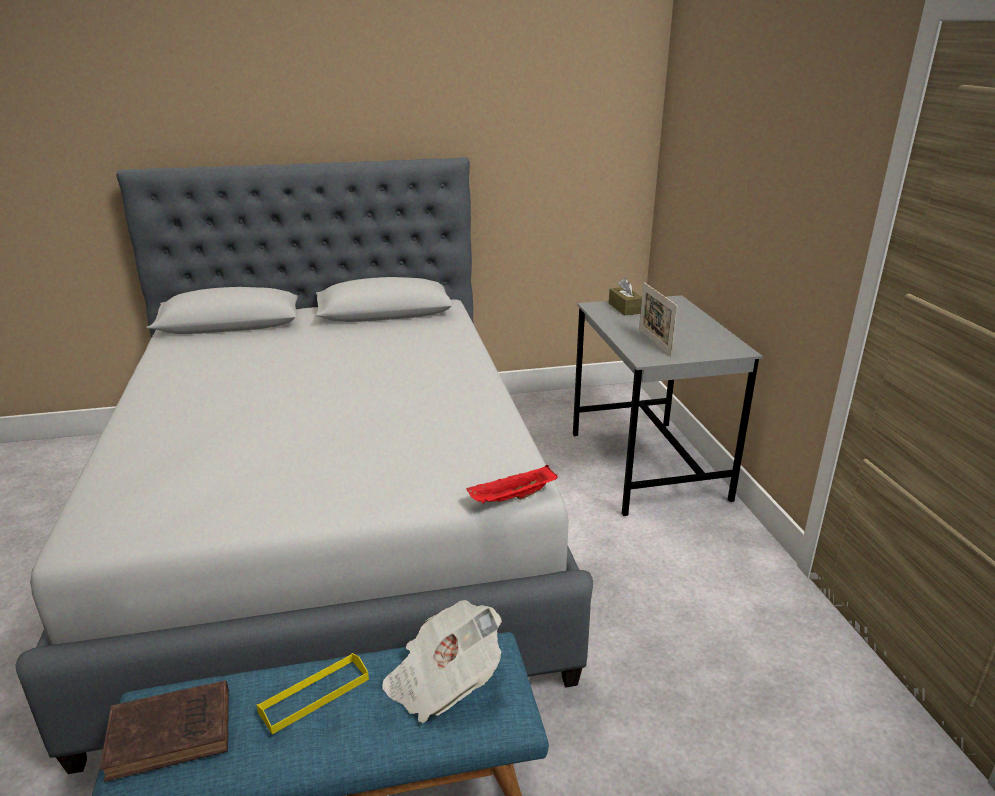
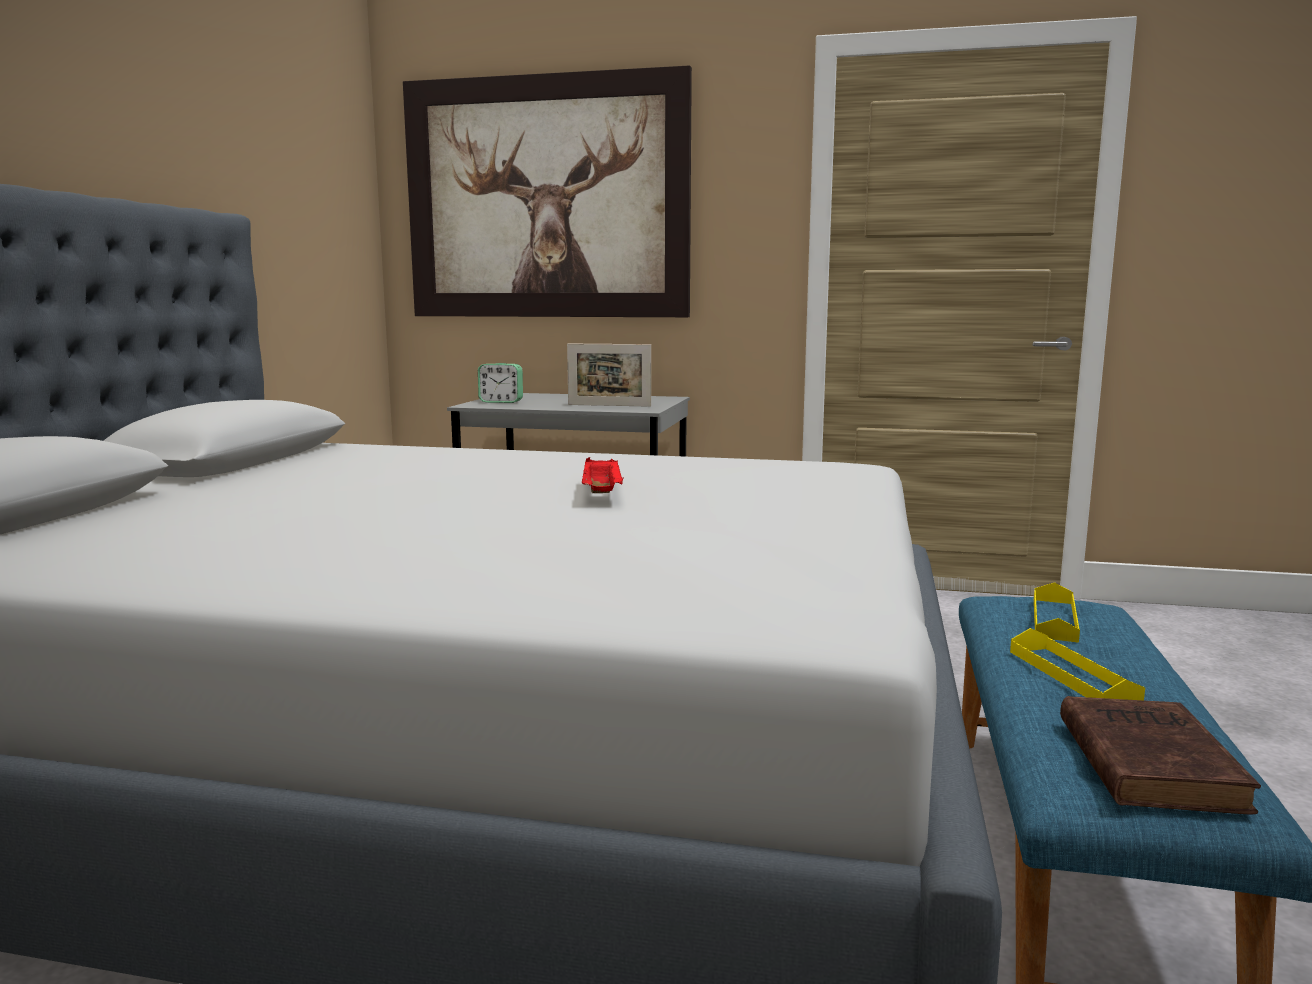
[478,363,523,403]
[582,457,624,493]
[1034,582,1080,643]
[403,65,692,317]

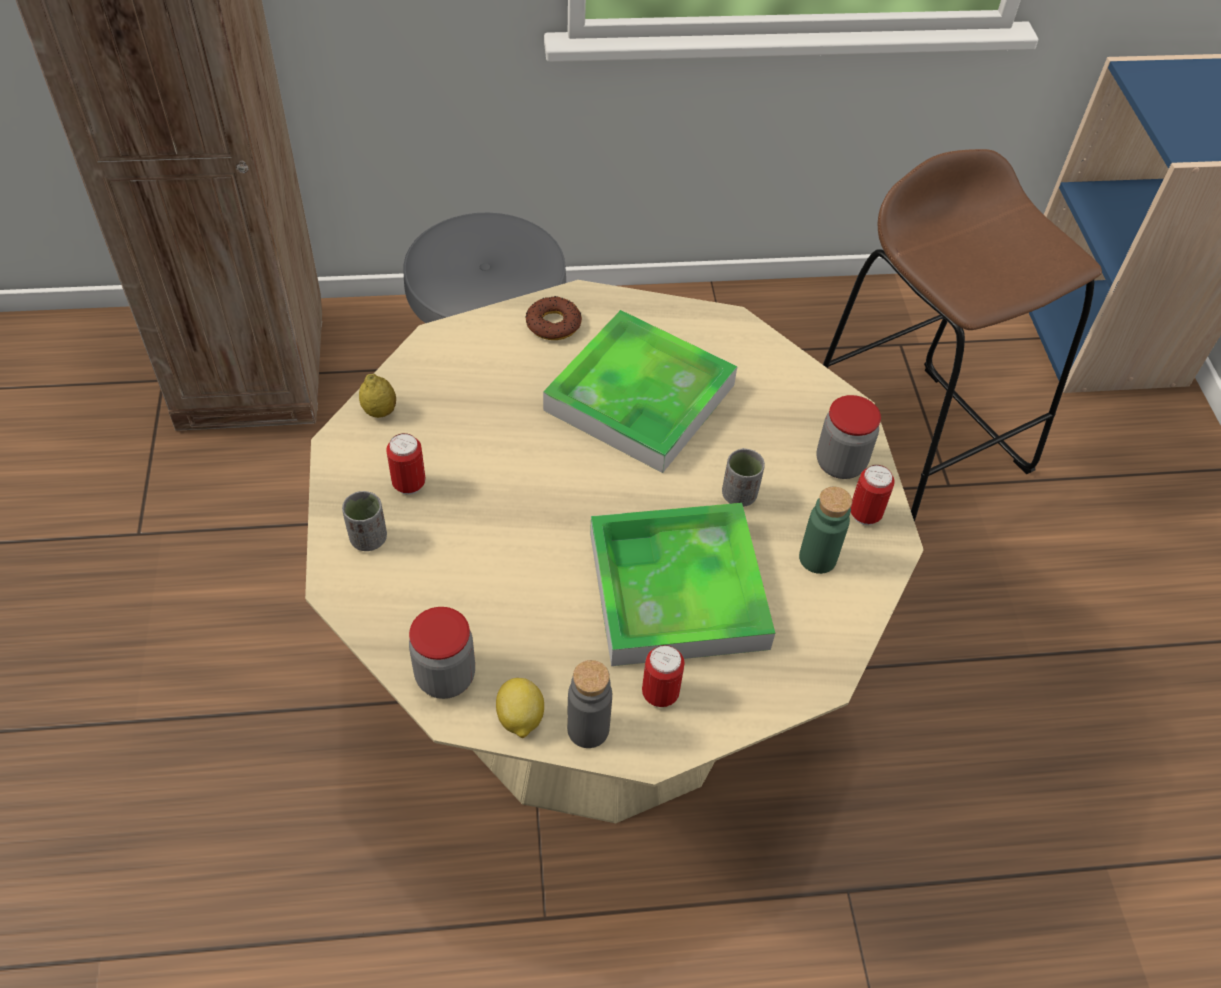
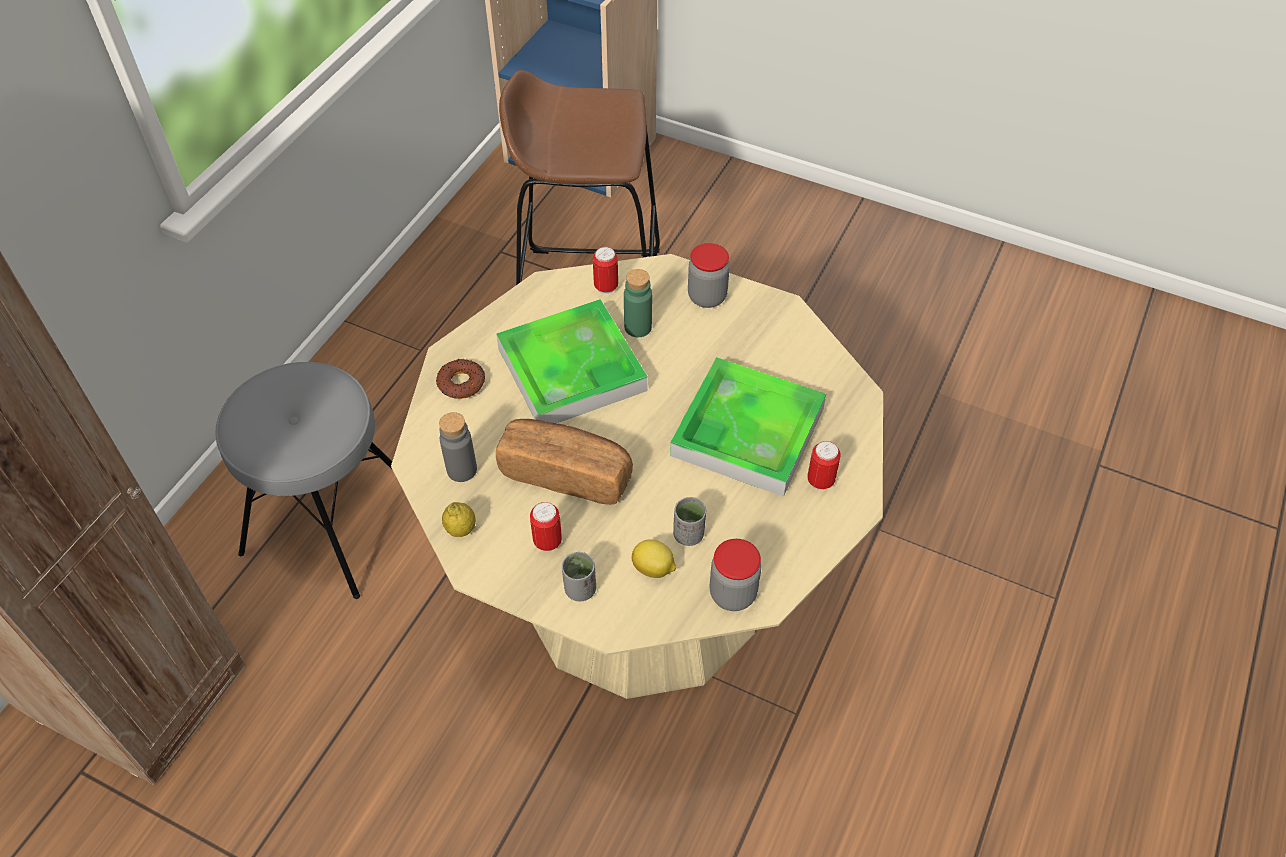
[673,497,706,546]
[593,247,618,294]
[624,269,652,337]
[439,412,477,482]
[632,539,676,578]
[496,419,633,505]

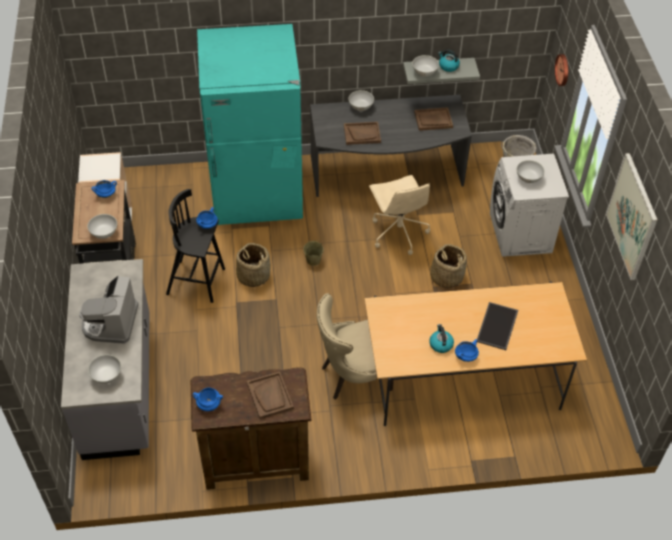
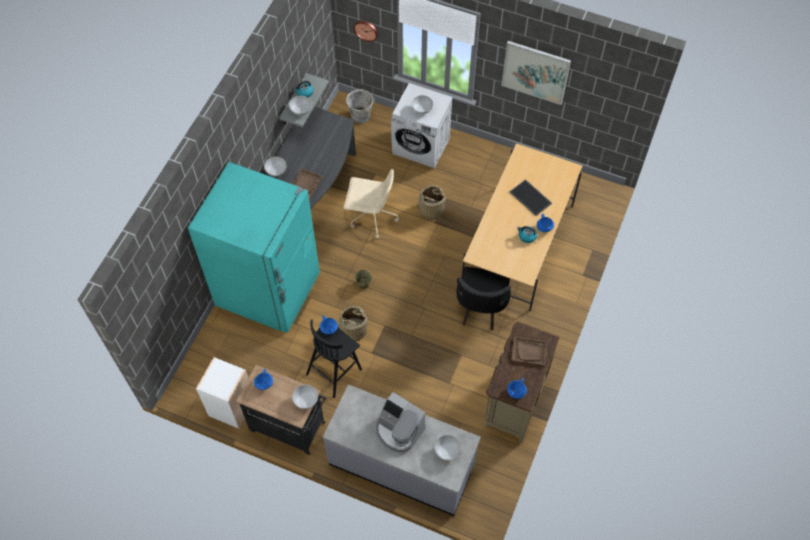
[414,107,453,131] (first image)
[457,267,511,330]

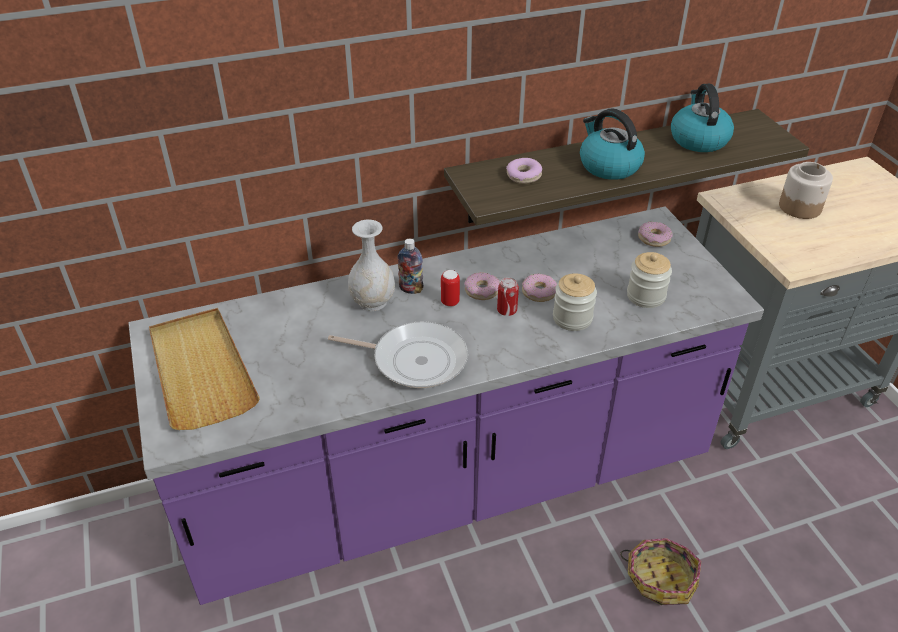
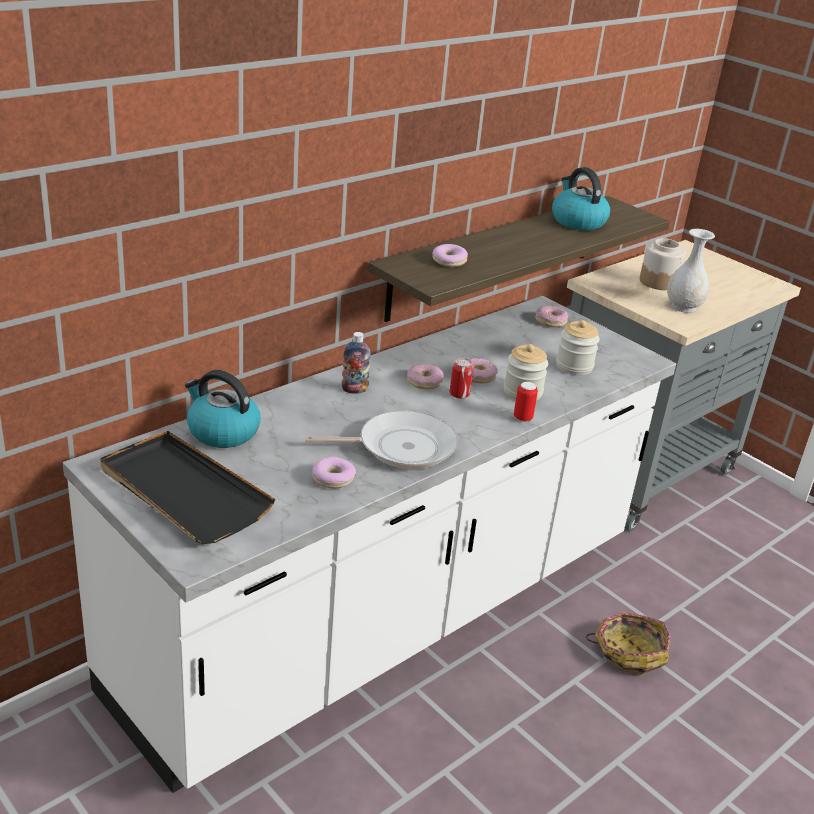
[185,370,260,448]
[63,296,676,793]
[667,229,715,313]
[514,382,538,422]
[100,431,275,544]
[313,457,356,488]

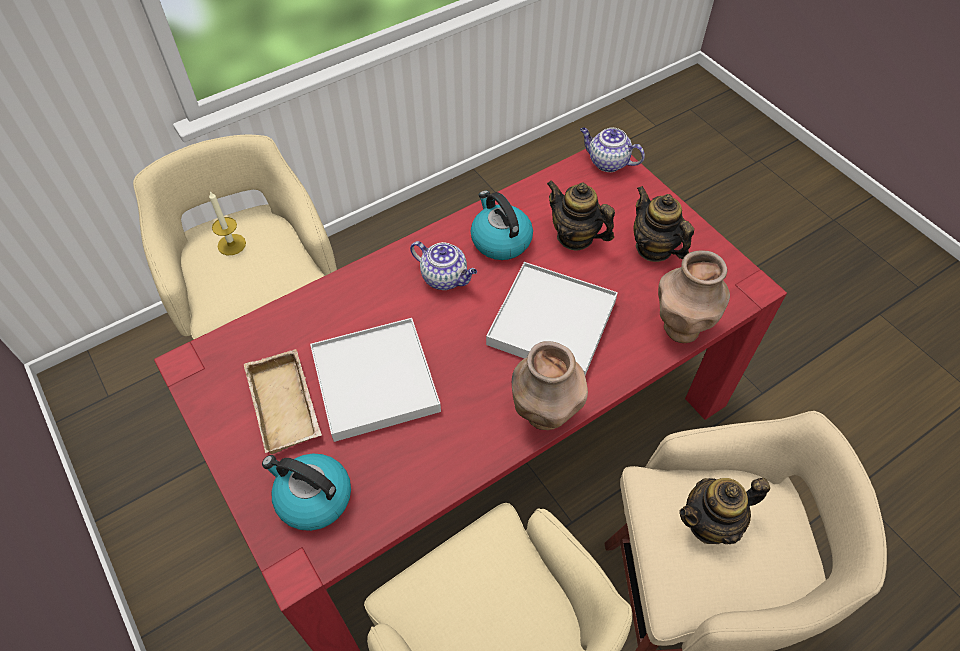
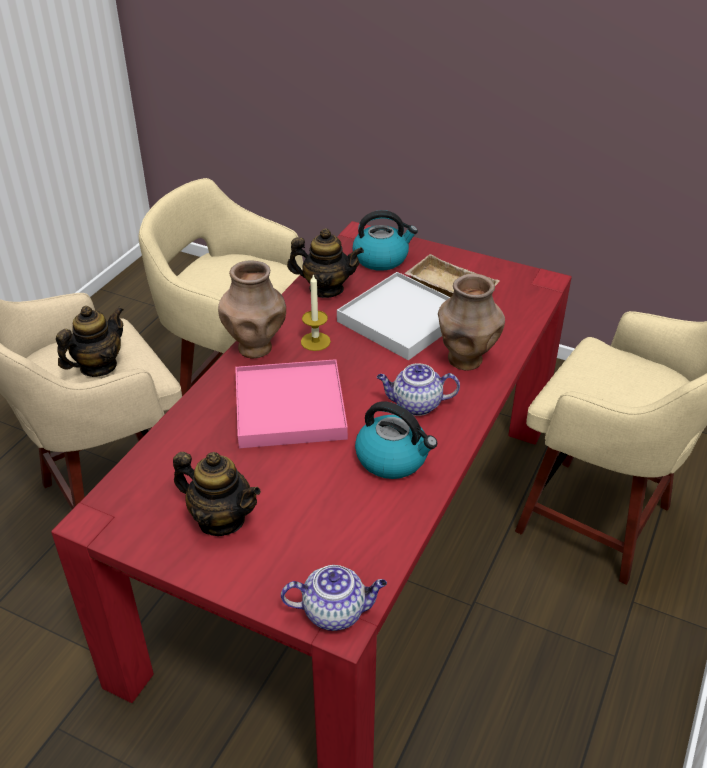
[287,228,364,298]
[301,274,331,351]
[438,274,505,371]
[235,359,348,448]

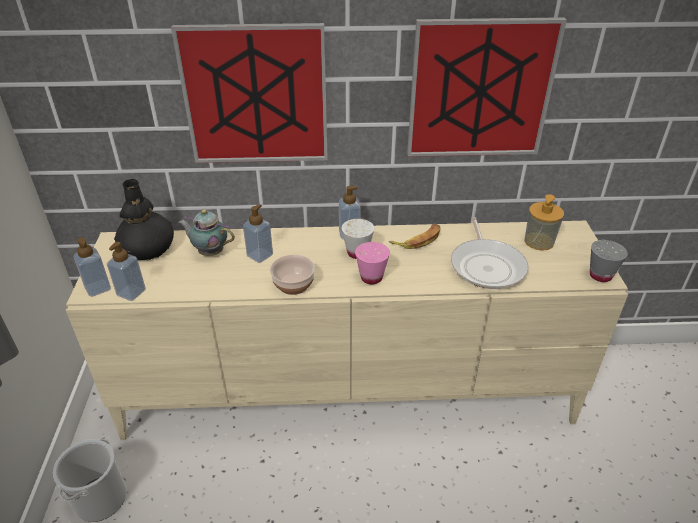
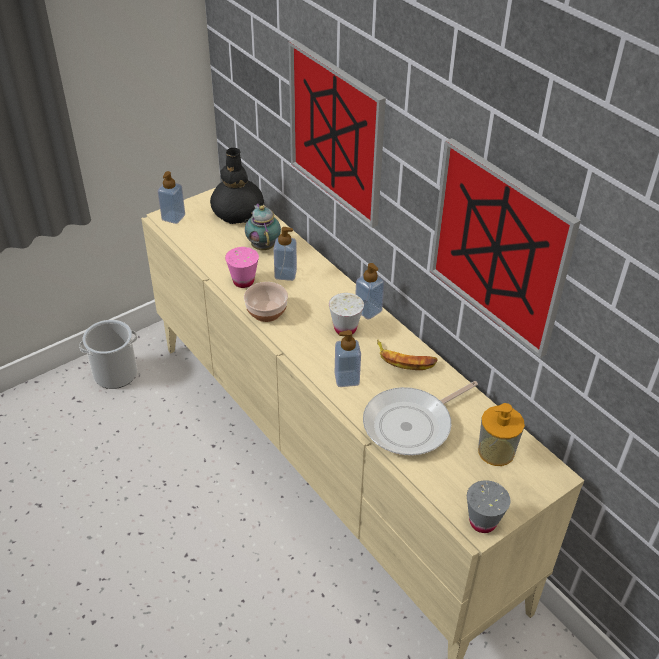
[335,330,361,387]
[225,247,259,288]

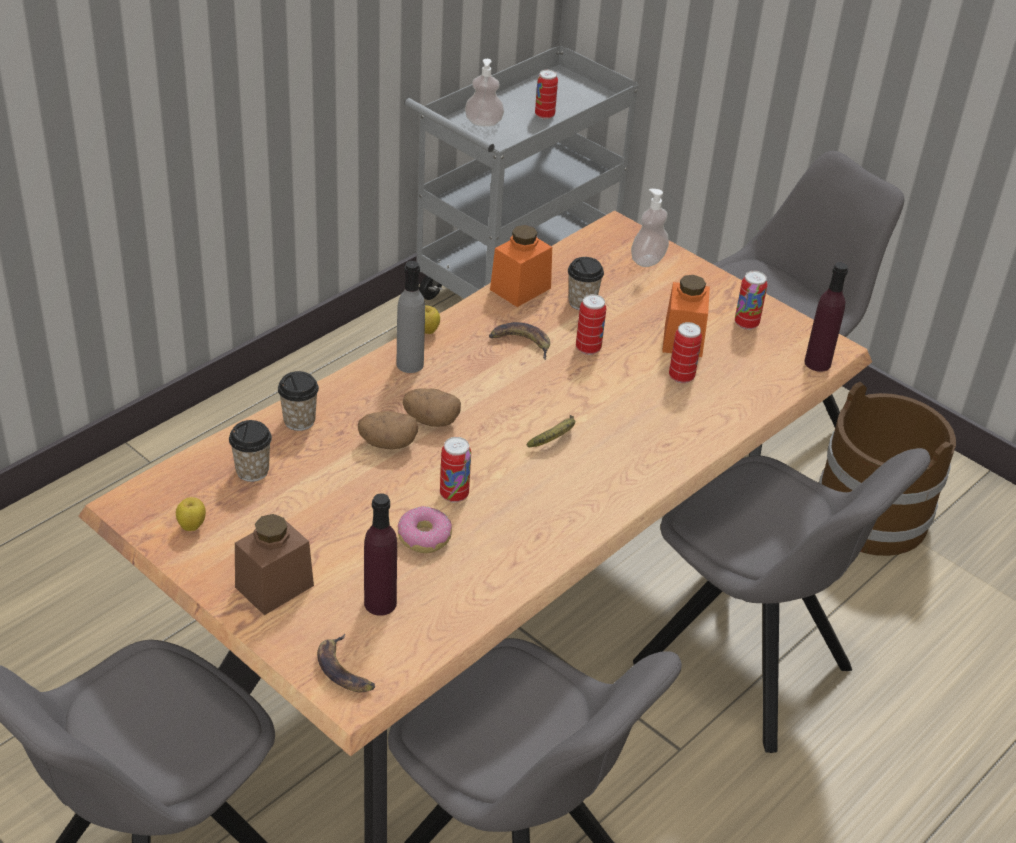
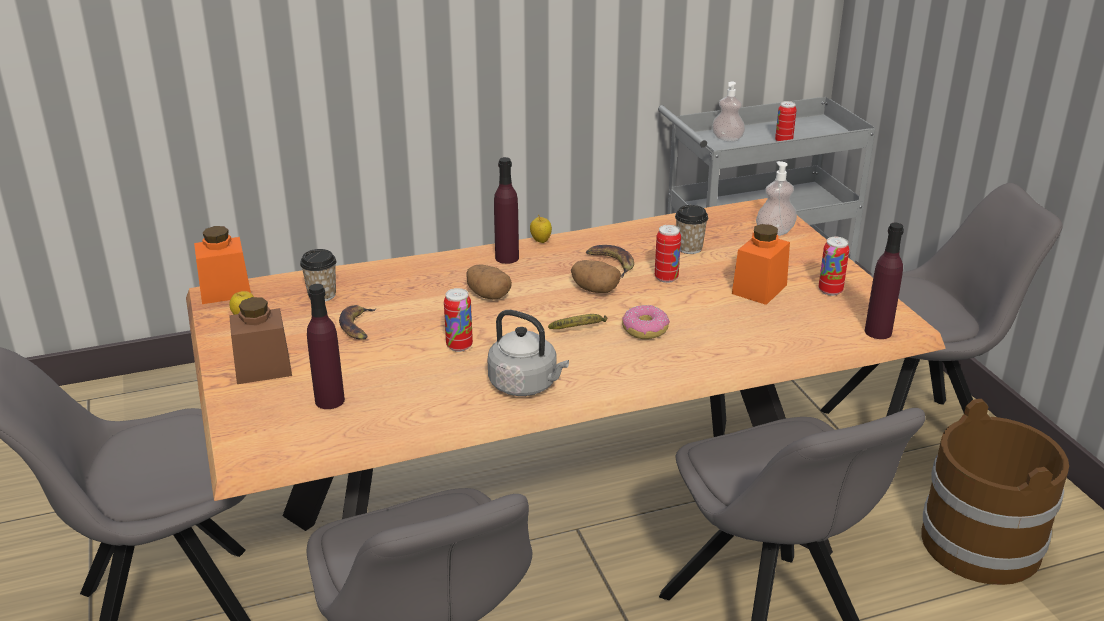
[194,226,251,304]
[494,157,519,264]
[669,322,702,383] (first image)
[278,371,319,431] (first image)
[571,260,621,293]
[622,305,670,339]
[339,305,376,339]
[488,310,569,396]

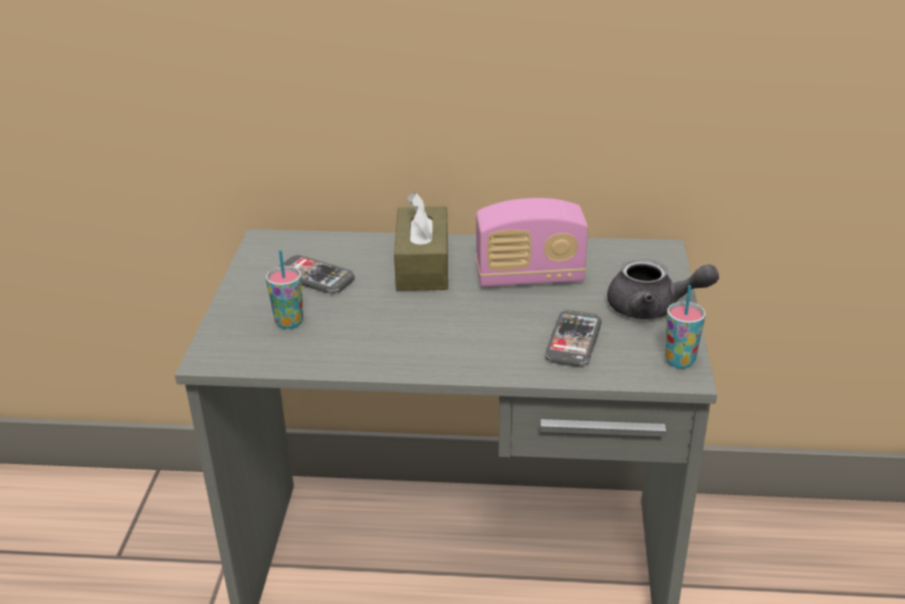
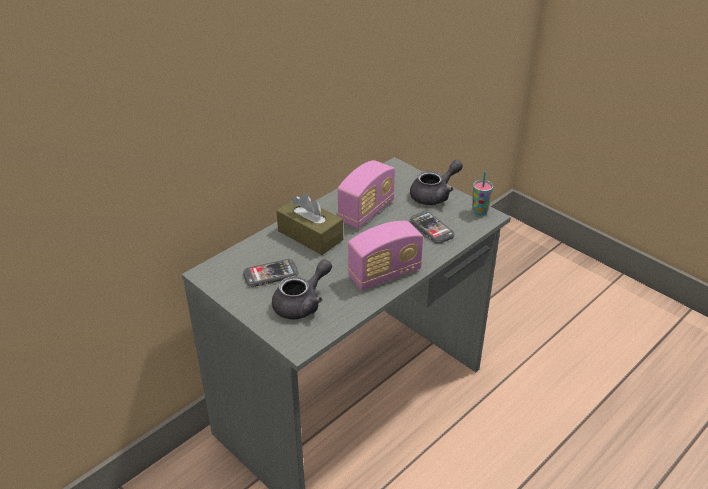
[272,259,332,320]
[348,221,423,290]

